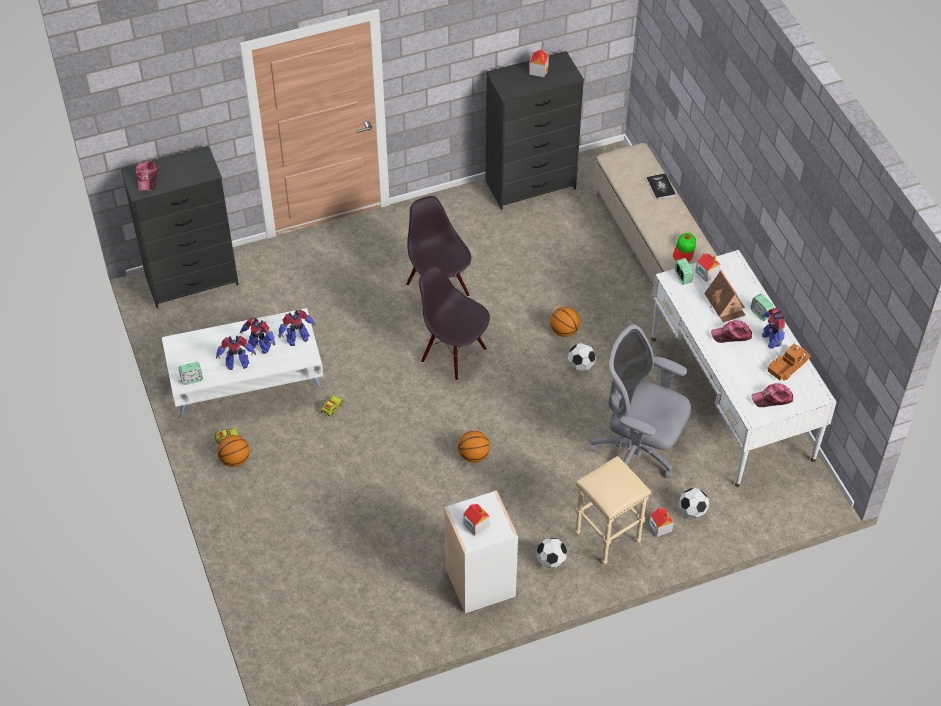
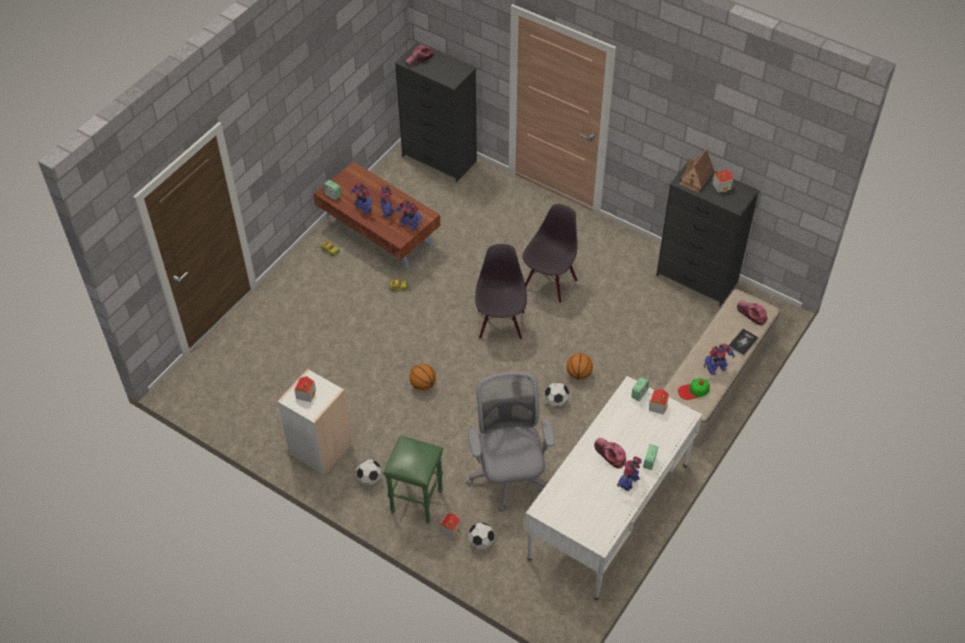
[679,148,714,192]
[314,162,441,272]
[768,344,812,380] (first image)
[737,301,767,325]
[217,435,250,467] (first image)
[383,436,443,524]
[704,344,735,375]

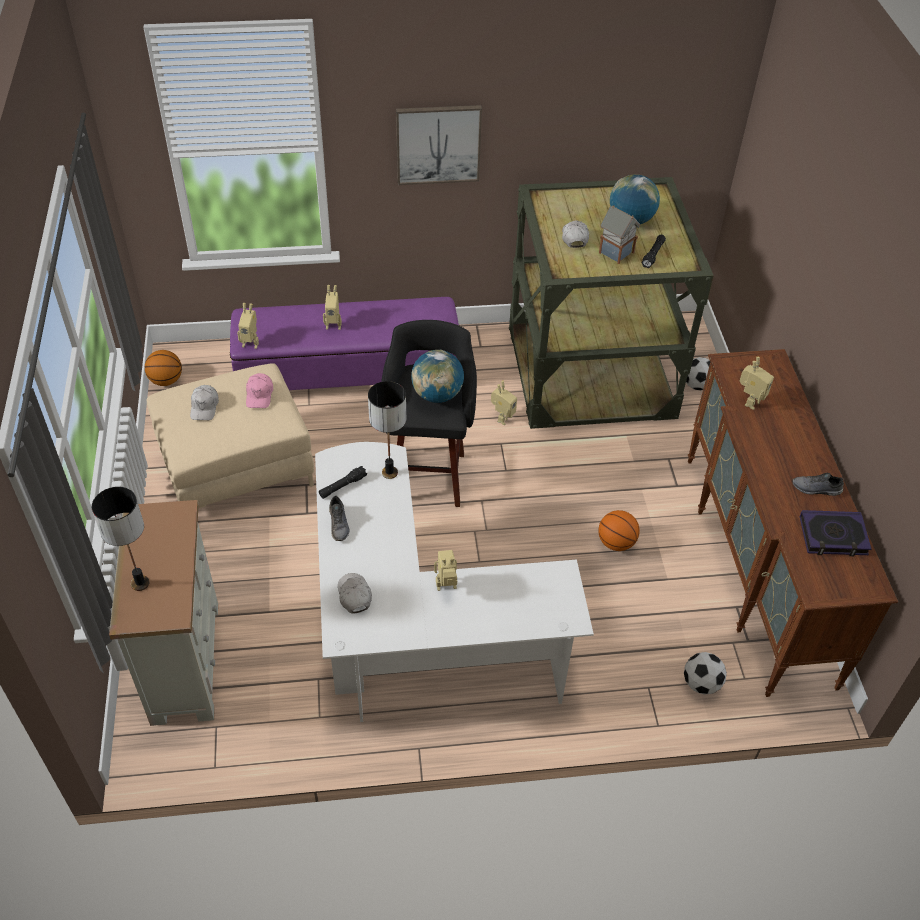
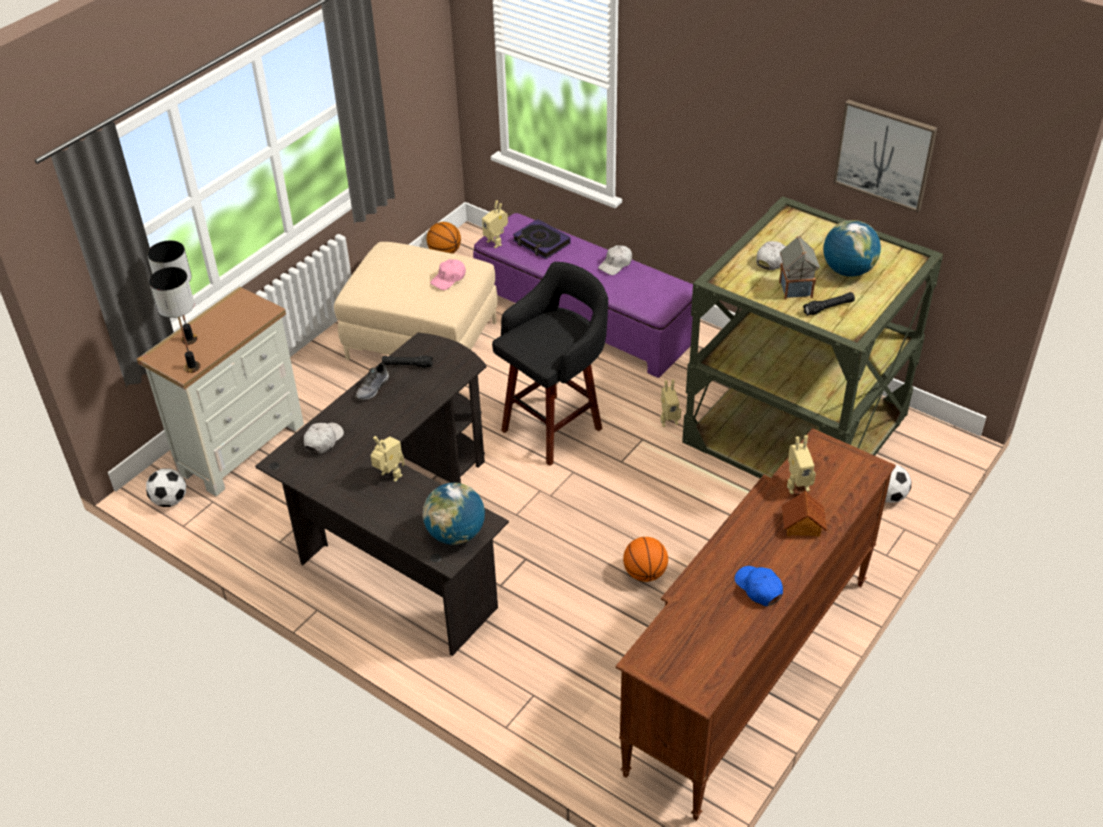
[833,100,937,212]
[323,285,342,330] (first image)
[423,483,485,545]
[149,267,200,373]
[598,245,632,275]
[255,333,509,656]
[735,566,783,606]
[513,219,571,259]
[146,468,186,507]
[782,491,827,537]

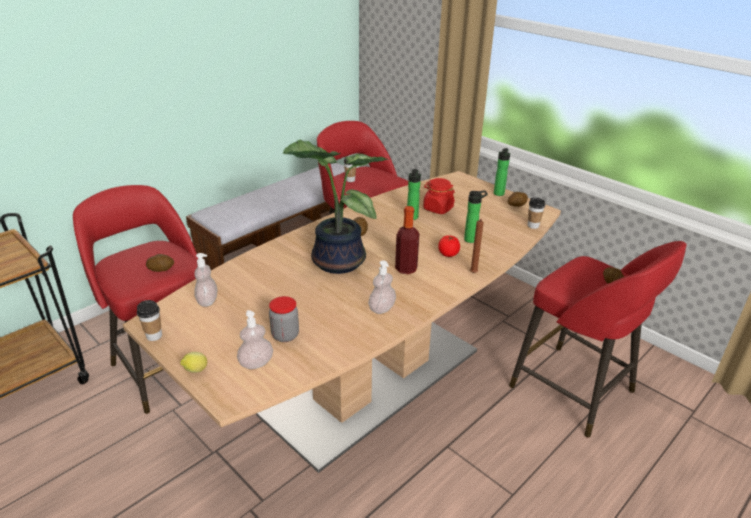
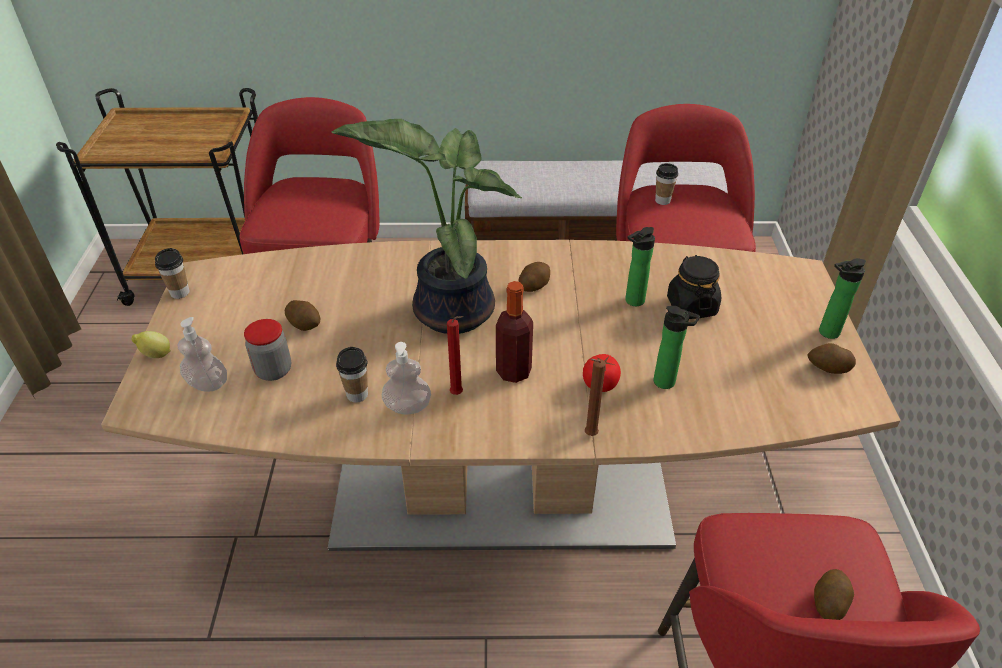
[667,255,721,319]
[336,347,368,403]
[194,253,218,307] (first image)
[285,300,320,331]
[447,316,464,395]

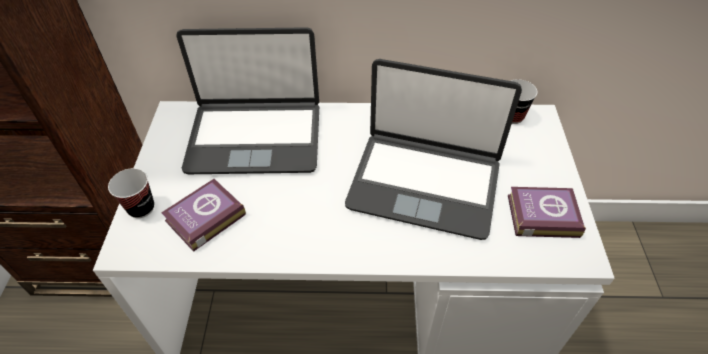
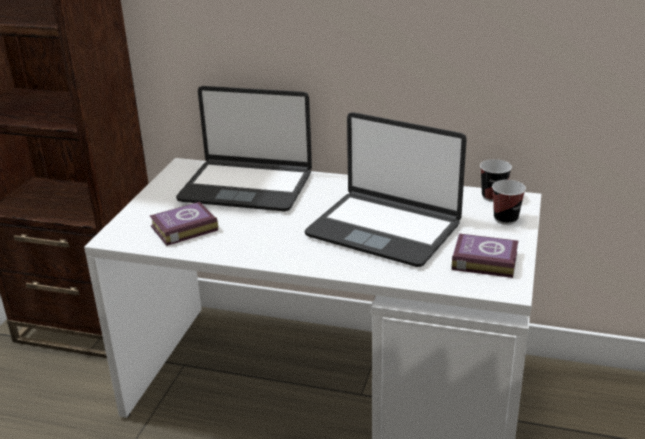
[492,180,526,225]

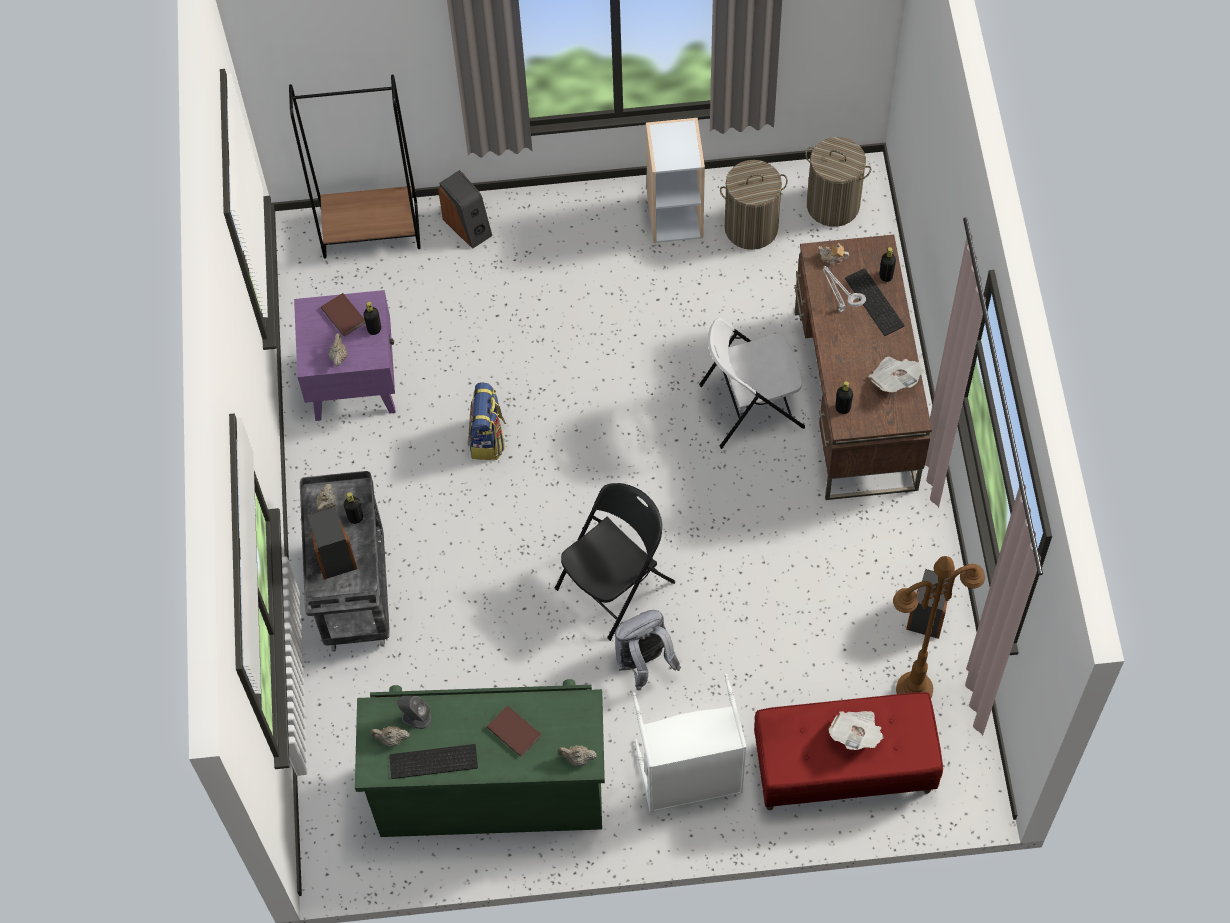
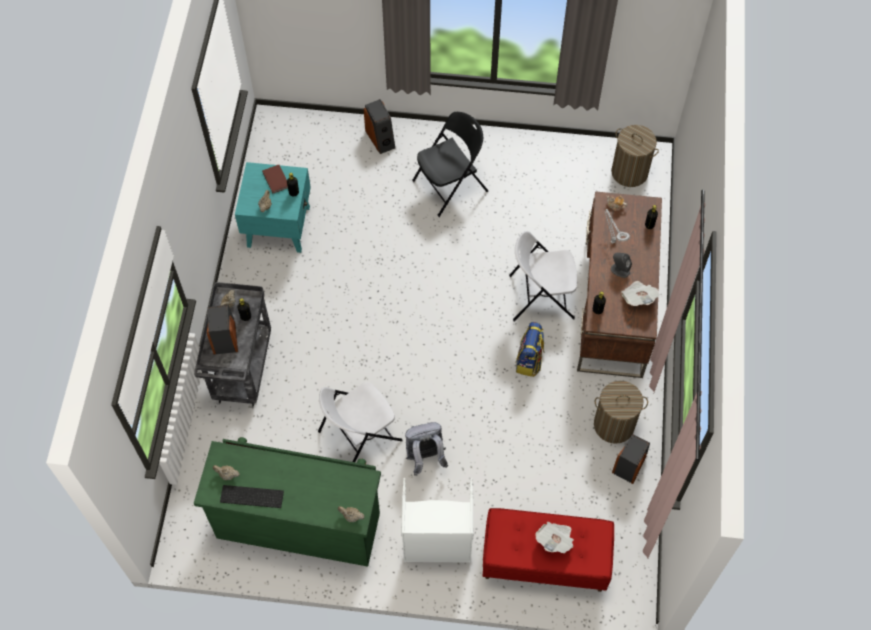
[289,74,421,259] (first image)
[646,118,705,243] (first image)
[594,381,648,444]
[845,268,905,336] (first image)
[235,162,311,253]
[515,322,545,377]
[412,112,488,217]
[893,556,985,697] (first image)
[611,253,632,278]
[487,705,541,757] (first image)
[318,382,403,462]

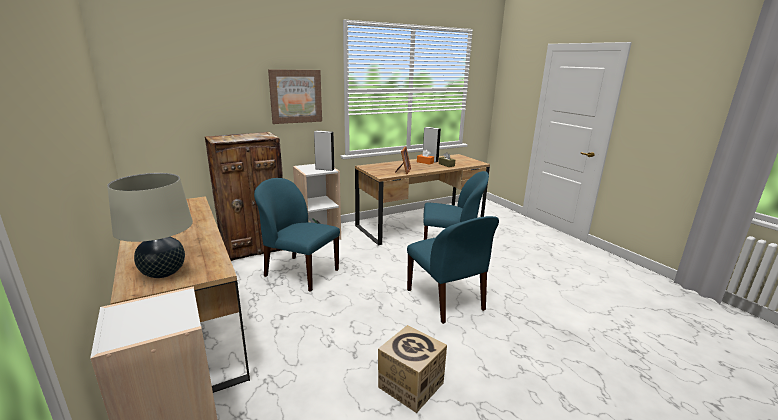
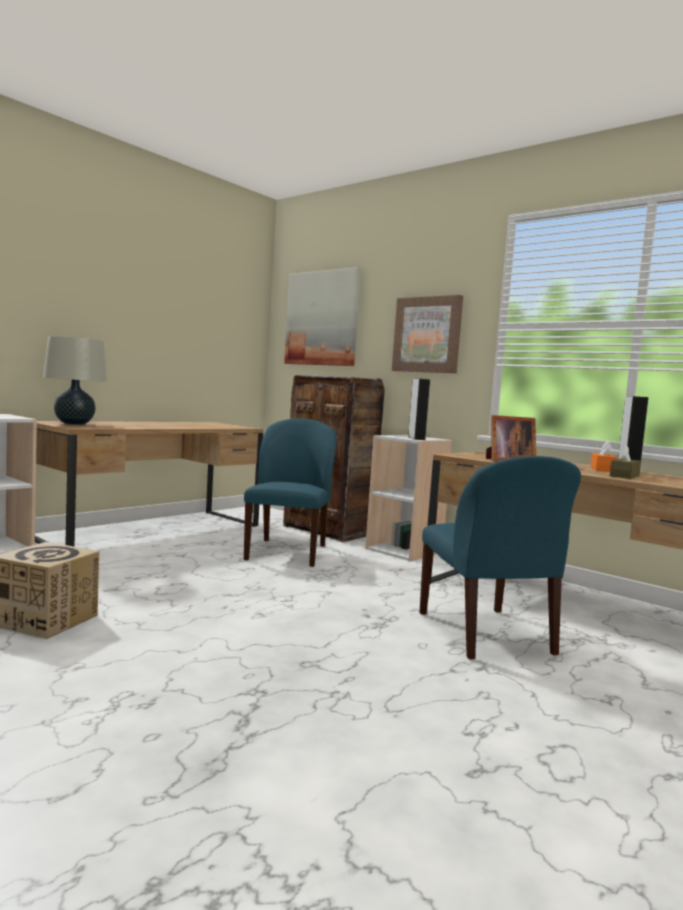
[407,216,499,324] (first image)
[284,267,361,366]

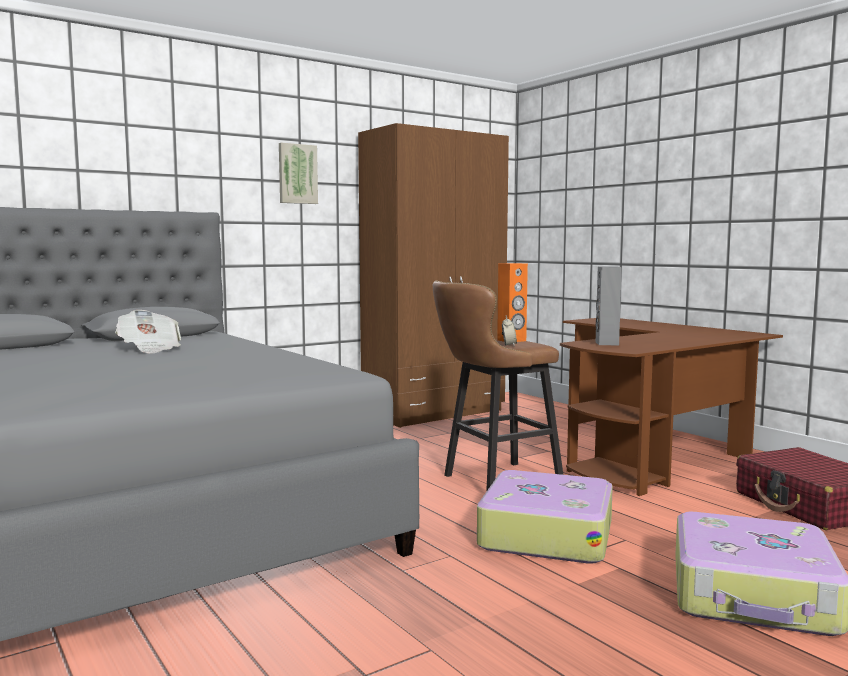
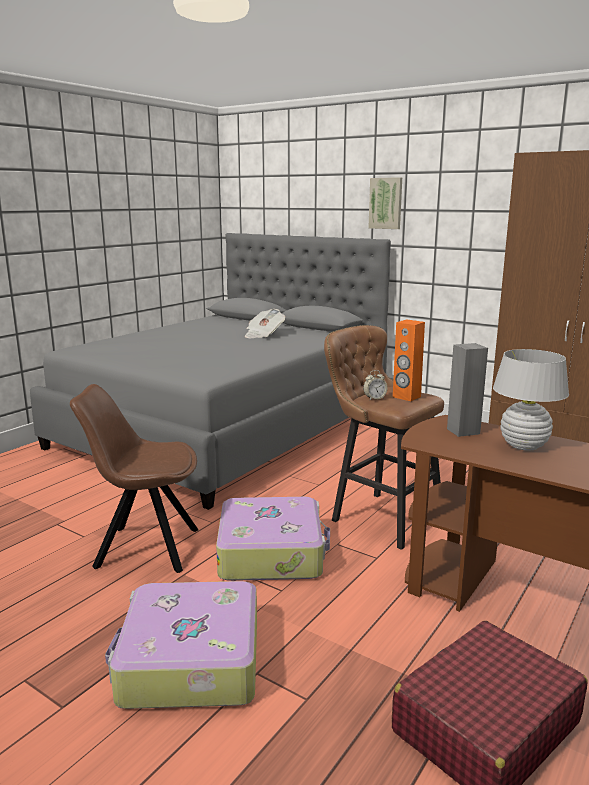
[368,177,402,229]
[493,349,569,451]
[70,384,198,573]

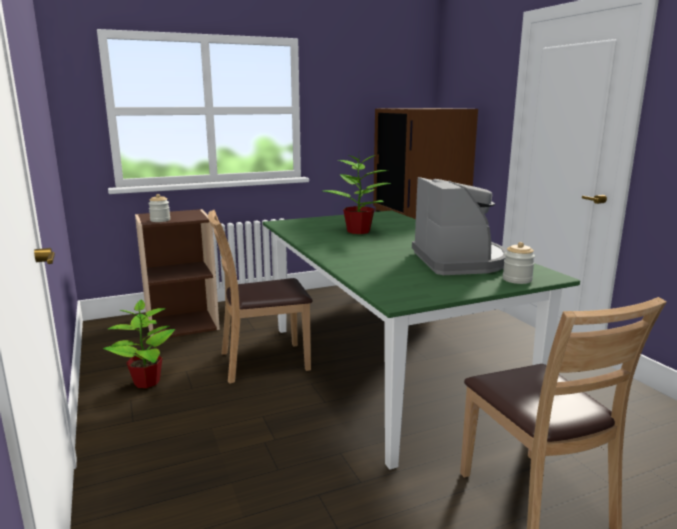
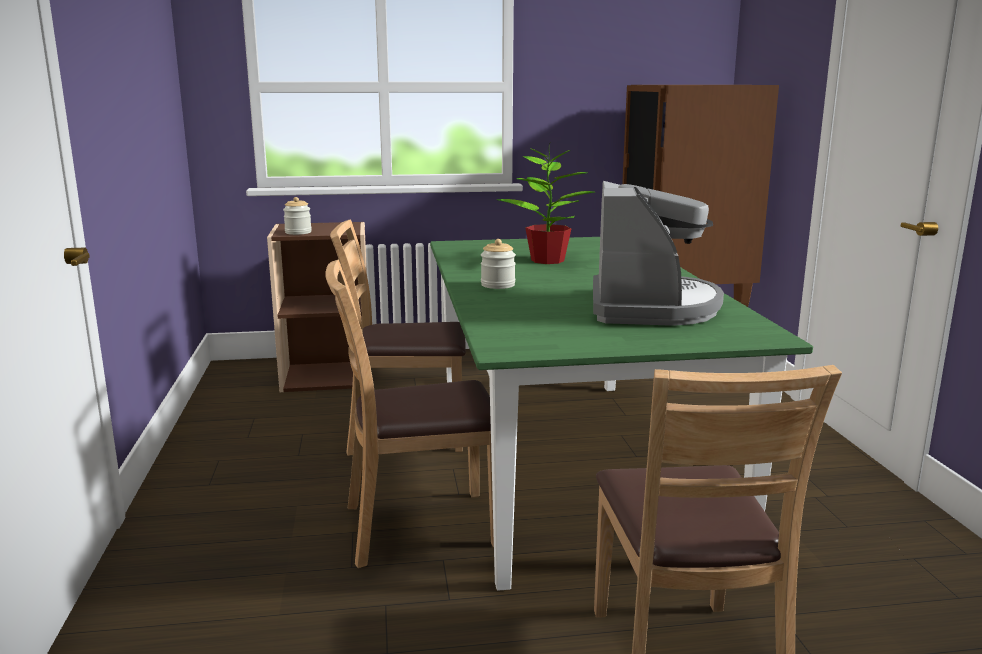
[481,239,516,289]
[103,300,175,388] (first image)
[325,260,494,568]

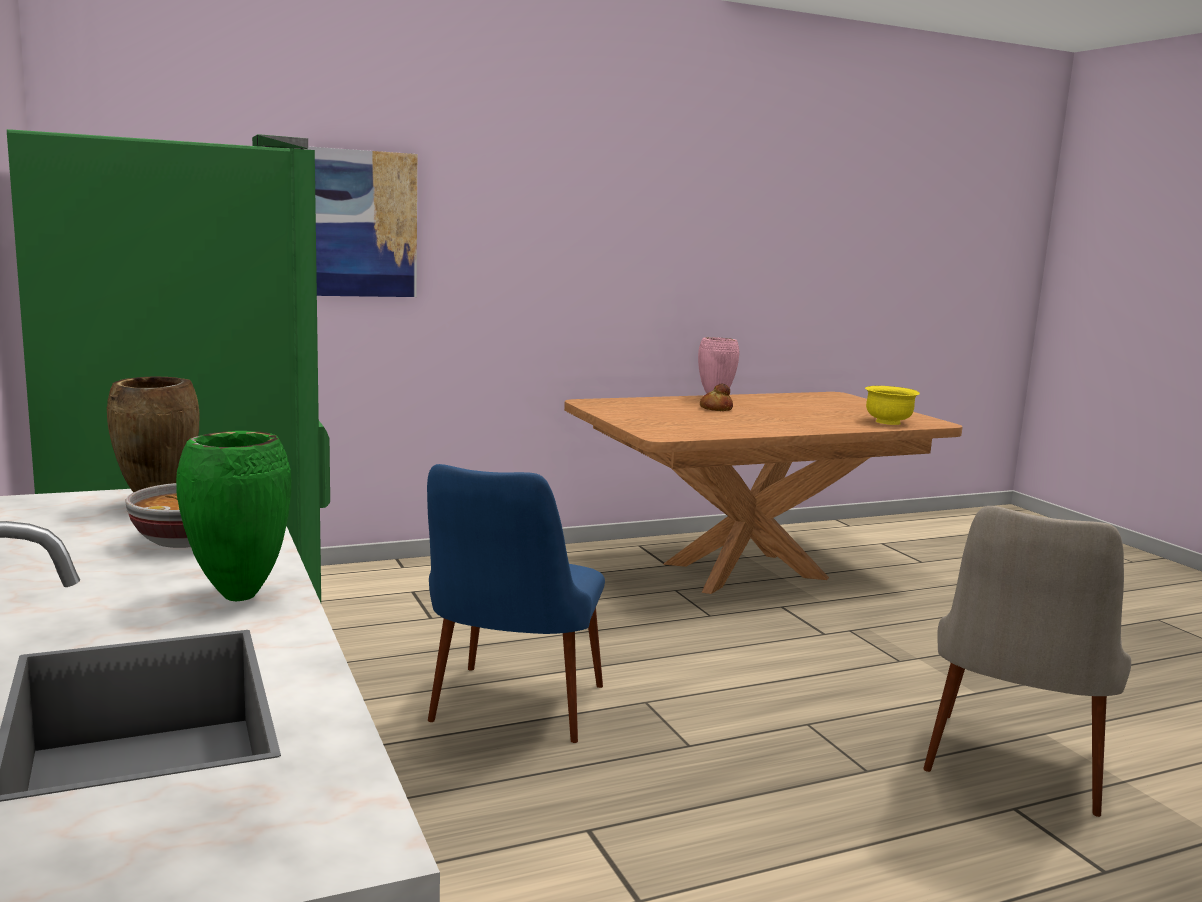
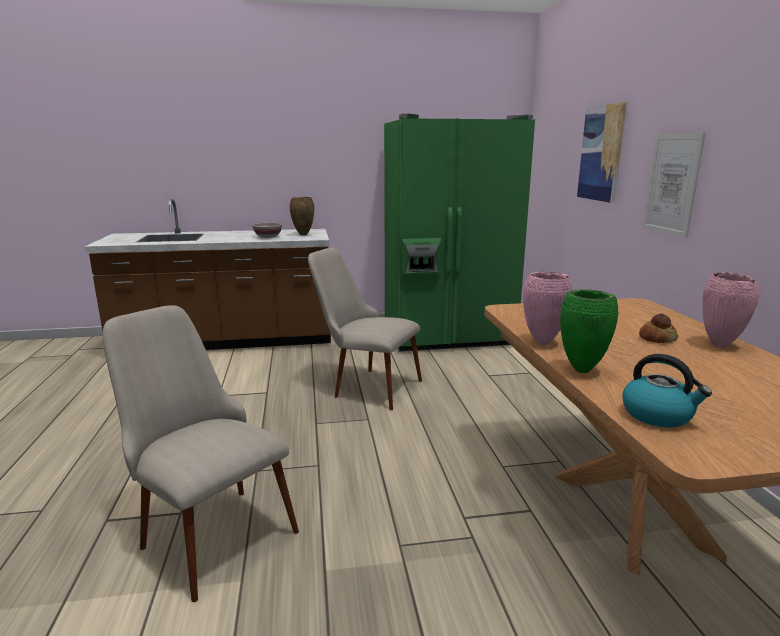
[622,354,712,428]
[560,289,618,373]
[308,248,422,410]
[643,133,706,238]
[523,272,572,345]

